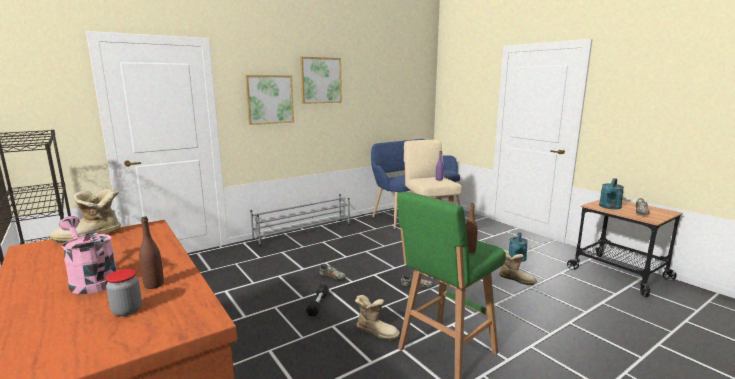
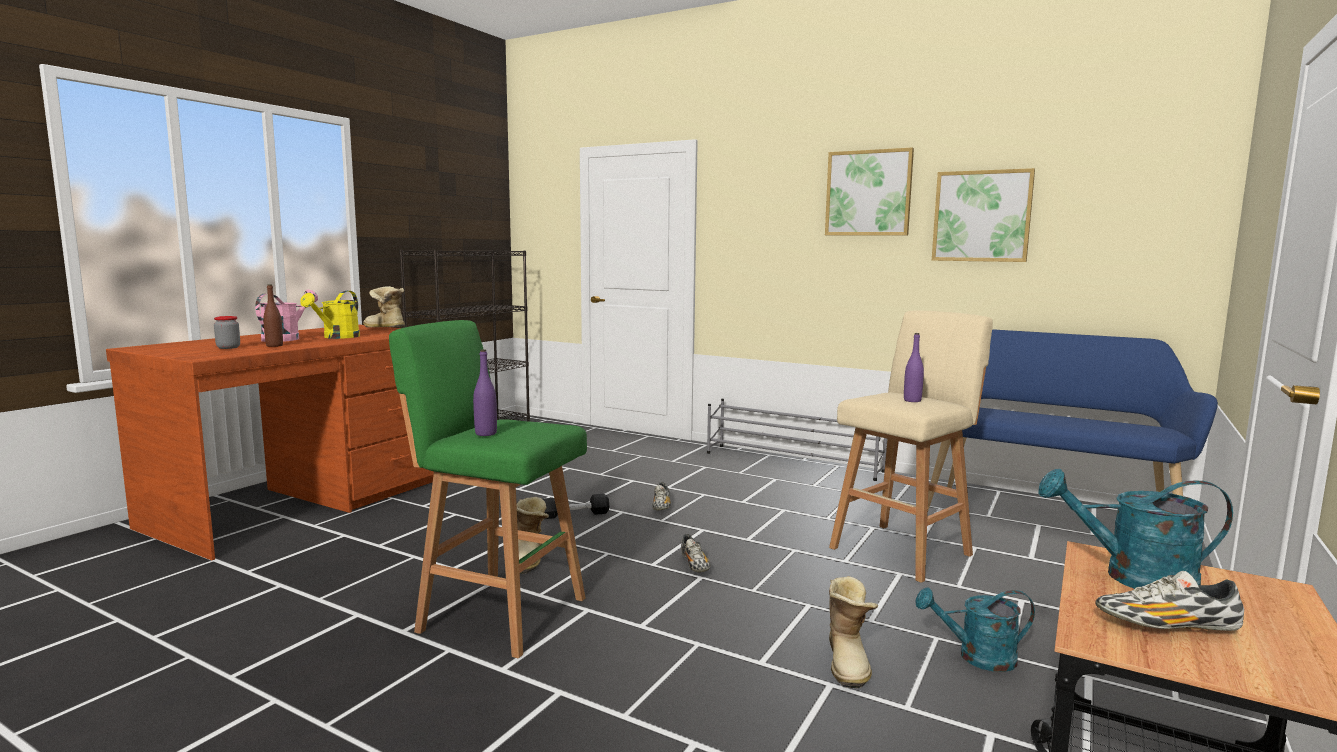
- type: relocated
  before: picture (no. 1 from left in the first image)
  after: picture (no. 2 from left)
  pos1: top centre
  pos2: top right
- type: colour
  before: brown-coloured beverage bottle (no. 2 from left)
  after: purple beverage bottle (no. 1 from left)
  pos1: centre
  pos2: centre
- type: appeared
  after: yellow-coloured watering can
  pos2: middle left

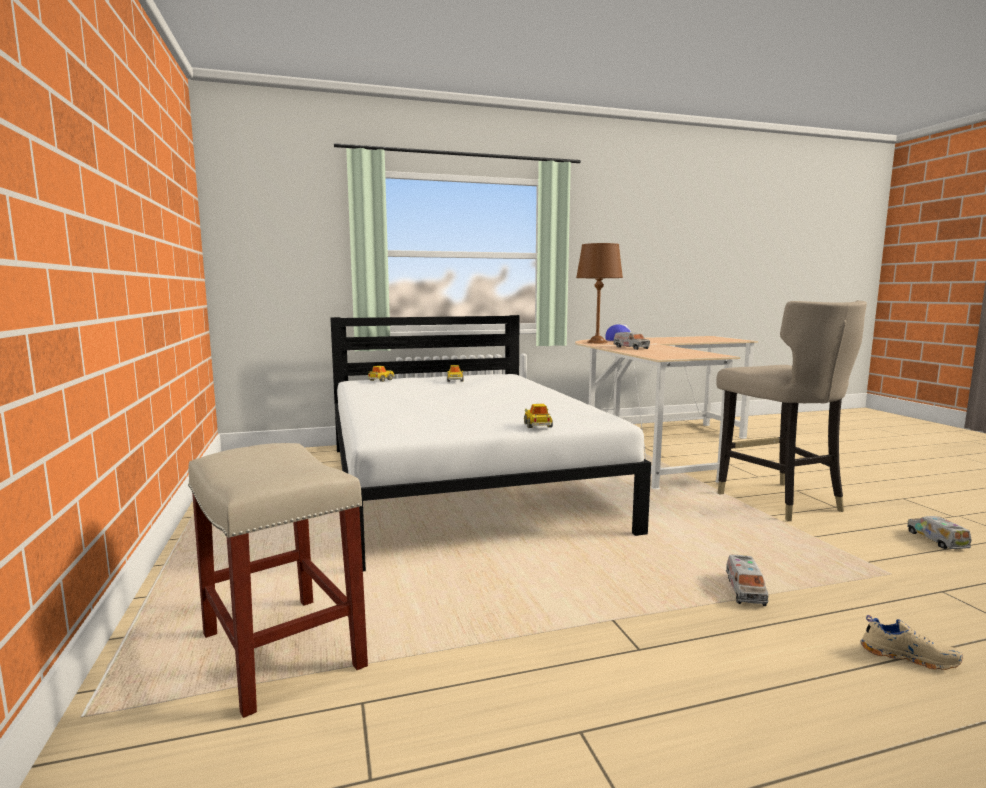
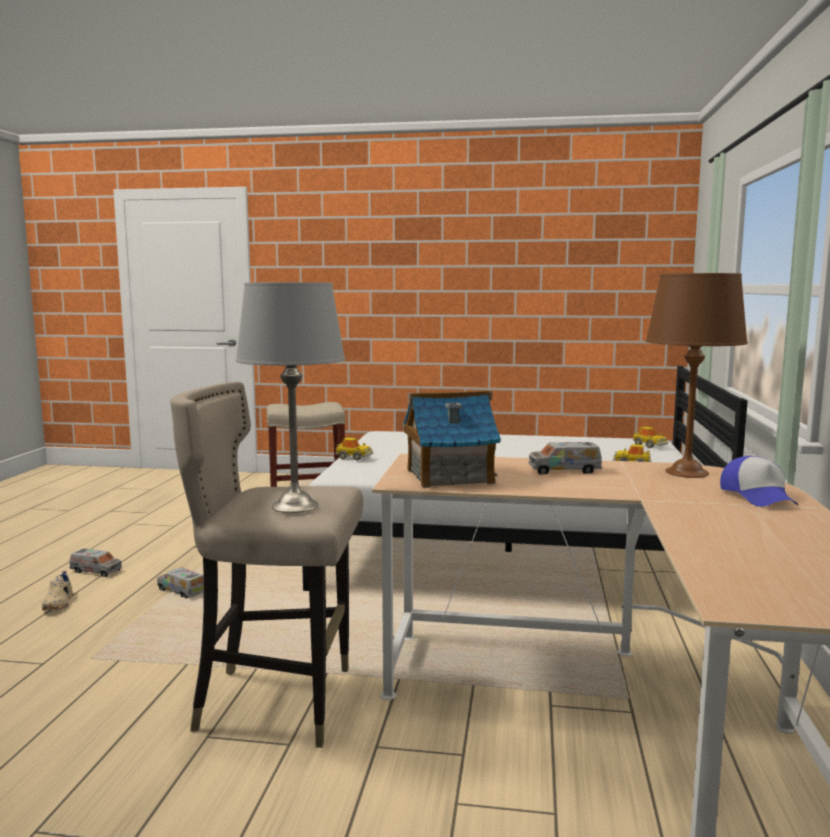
- type: relocated
  before: toy truck (no. 3 from left in the first image)
  after: toy truck (no. 1 from left)
  pos1: bottom right
  pos2: bottom left
- type: spun
  before: beige-coloured low shoe
  pos1: bottom right
  pos2: bottom left
  turn: -60
- type: appeared
  after: gray table lamp
  pos2: centre
- type: appeared
  after: model house
  pos2: centre

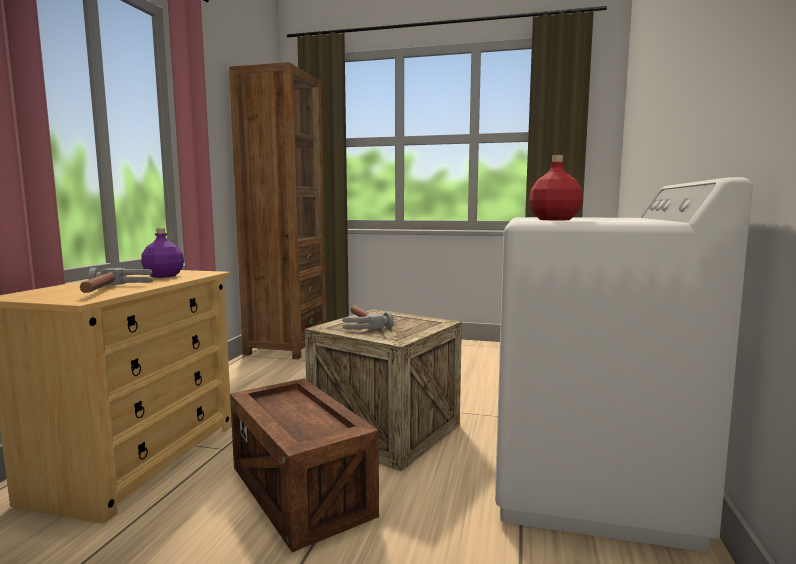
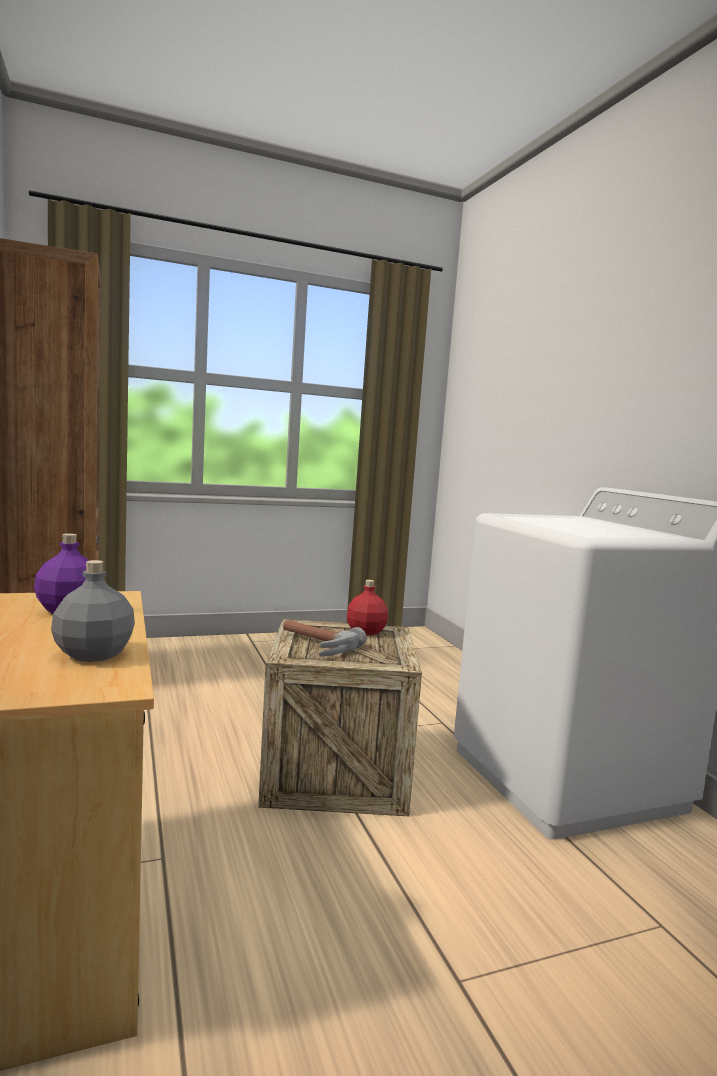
- type: relocated
  before: red beverage bottle
  pos1: top right
  pos2: centre
- type: exchanged
  before: hammer (no. 1 from left)
  after: gray beverage bottle
  pos1: middle left
  pos2: middle left
- type: missing
  before: packing crate (no. 1 from left)
  pos1: bottom centre

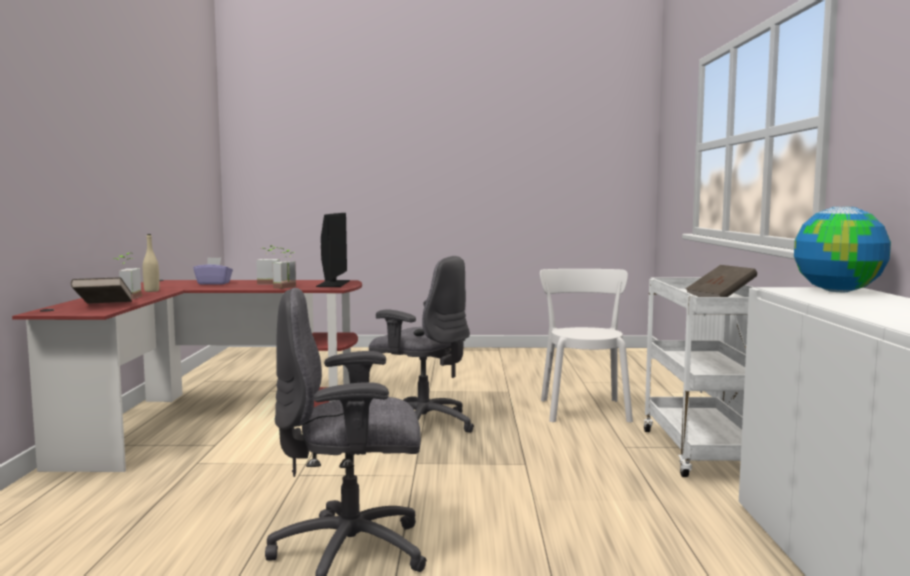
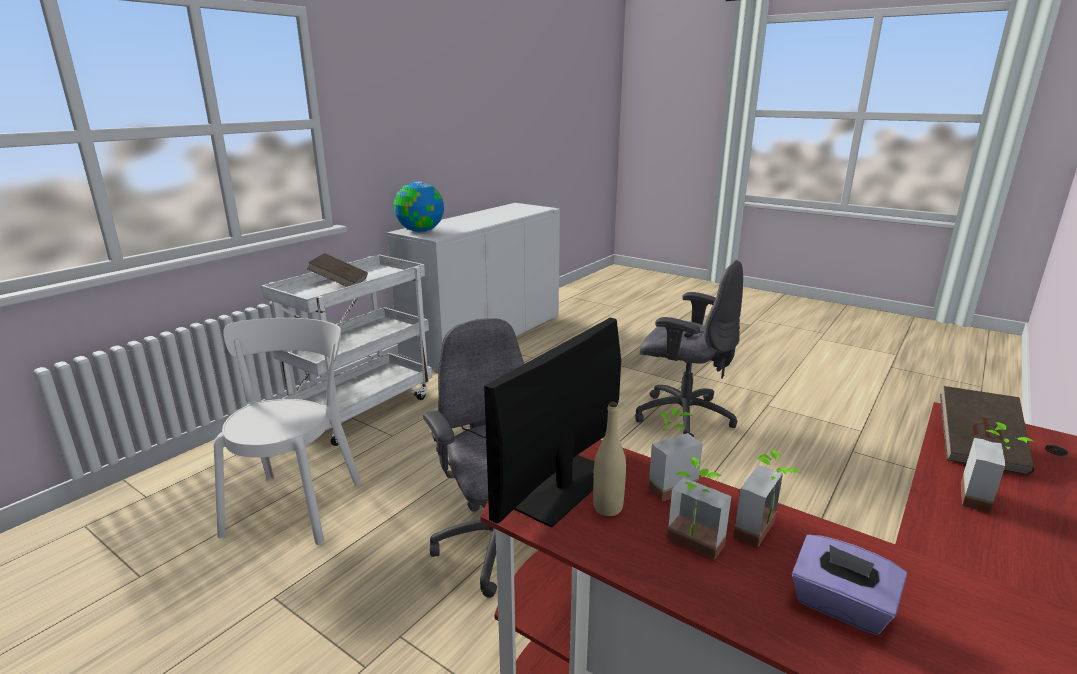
- type: relocated
  before: beige-coloured beverage bottle
  pos1: middle left
  pos2: bottom centre
- type: spun
  before: whitish plain chair
  pos1: centre
  pos2: middle left
  turn: 150
- type: appeared
  after: plant in a pot (no. 3 from left)
  pos2: bottom right

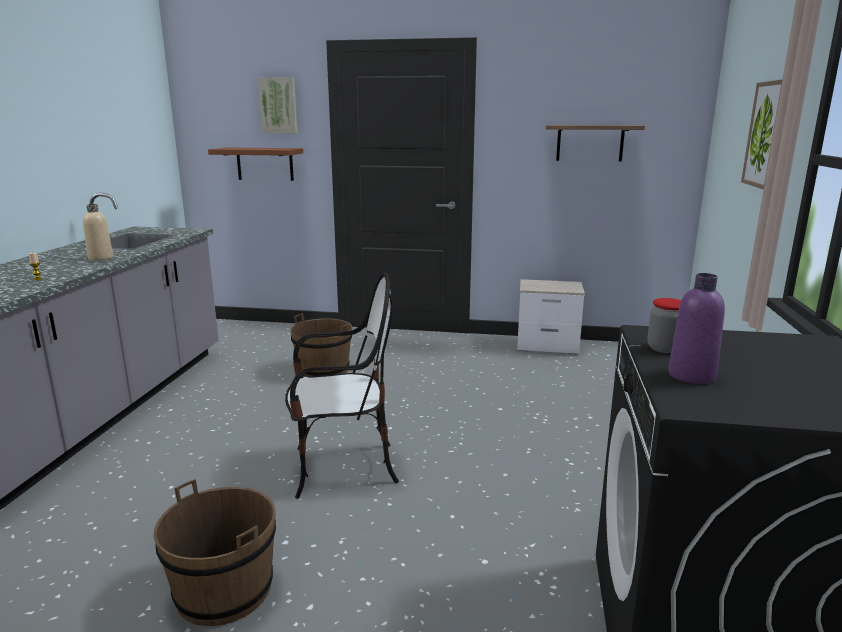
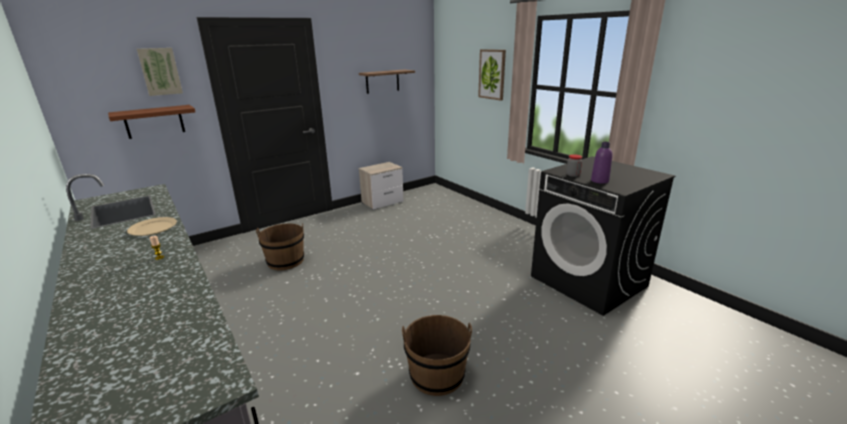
- type: exchanged
  before: beige-coloured beverage bottle
  after: beige-coloured dinner plate
  pos1: middle left
  pos2: middle left
- type: missing
  before: plain chair
  pos1: centre

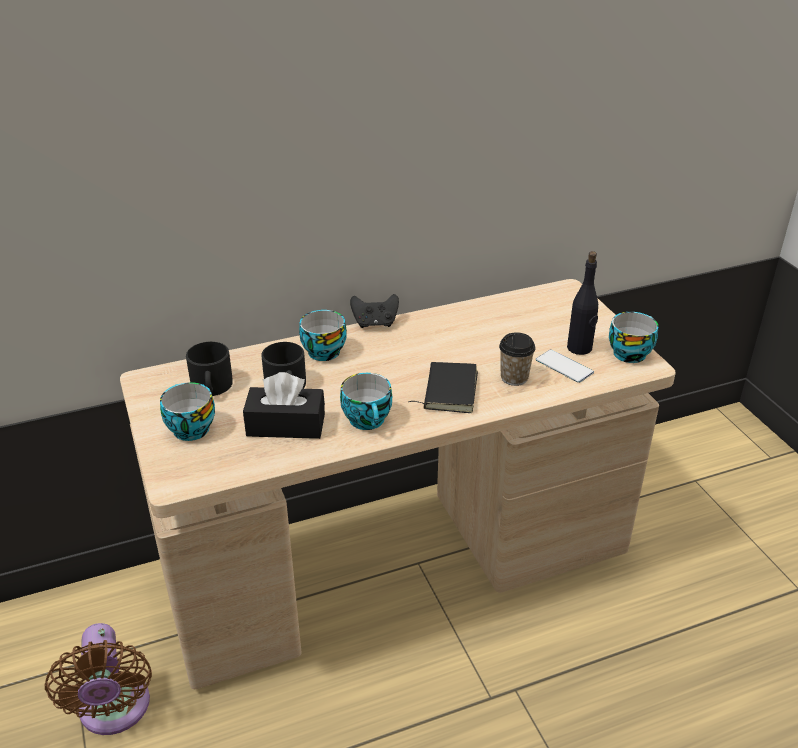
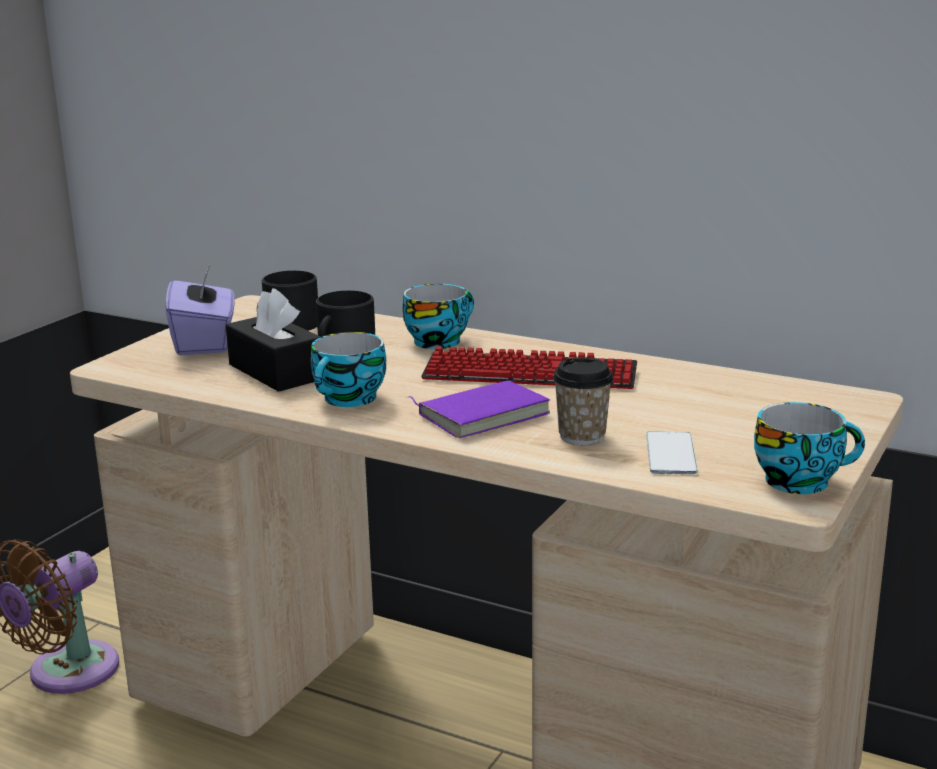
- type: missing
  before: blackish beverage bottle
  pos1: middle right
- type: missing
  before: blackish joypad
  pos1: centre
- type: colour
  before: blackish book
  after: purple book
  pos1: centre
  pos2: centre
- type: exchanged
  before: cup (no. 1 from left)
  after: purple tissue box
  pos1: middle left
  pos2: middle left
- type: appeared
  after: PC keyboard
  pos2: centre

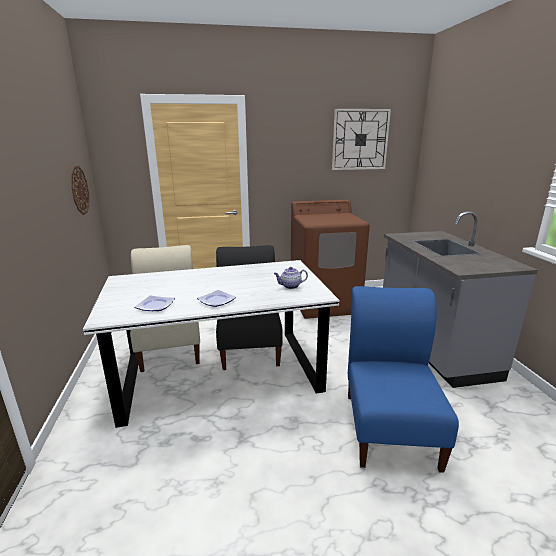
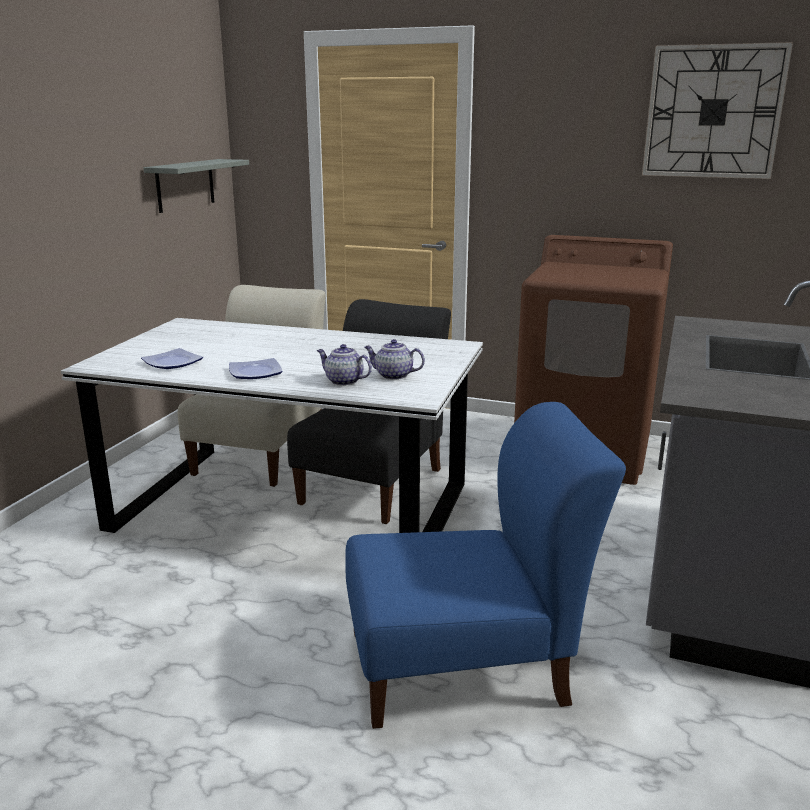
- type: exchanged
  before: clock on the wall (no. 1 from left)
  after: gray wall shelf
  pos1: middle left
  pos2: top left
- type: spun
  before: blue-coloured plain chair
  pos1: bottom right
  pos2: bottom centre
  turn: 45
- type: appeared
  after: pot for tea (no. 1 from left)
  pos2: centre

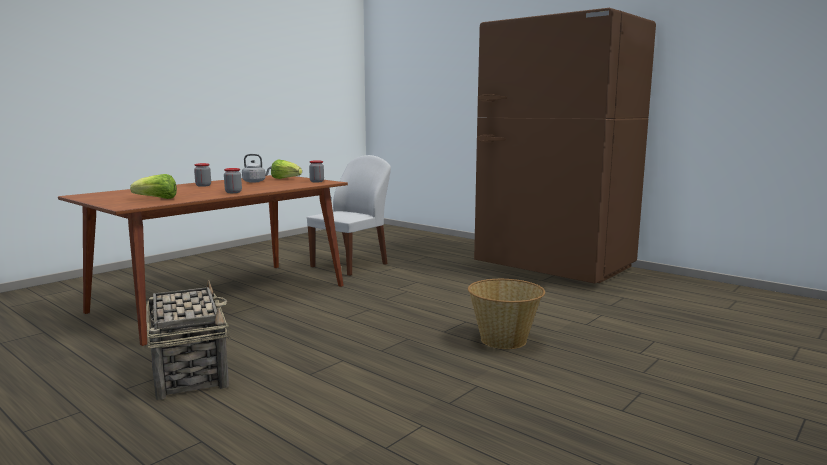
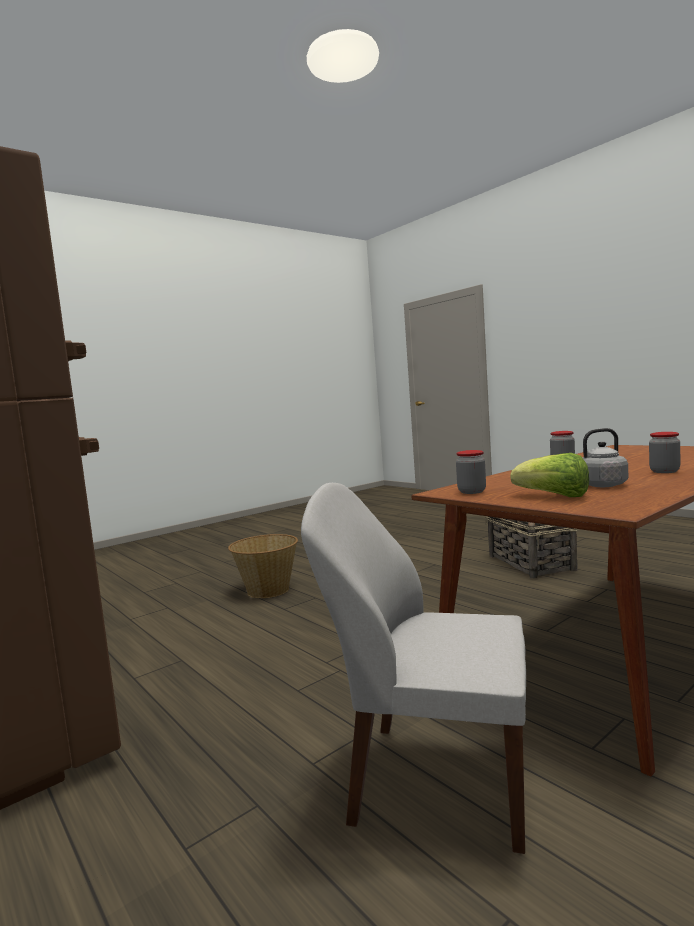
- type: spun
  before: whitish plain chair
  pos1: centre
  pos2: bottom centre
  turn: 60
- type: missing
  before: lettuce (no. 1 from left)
  pos1: middle left

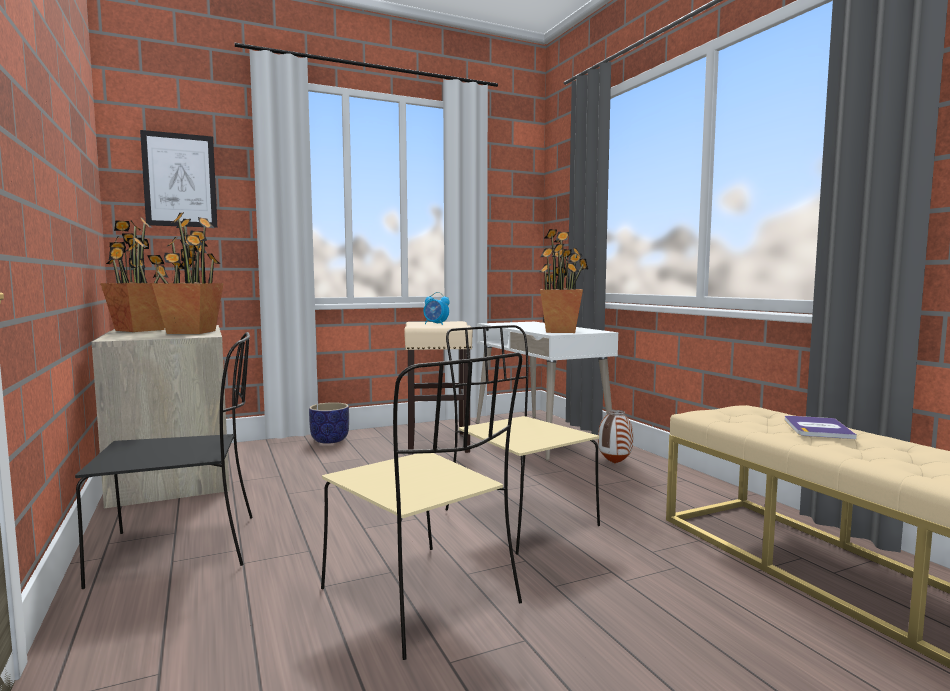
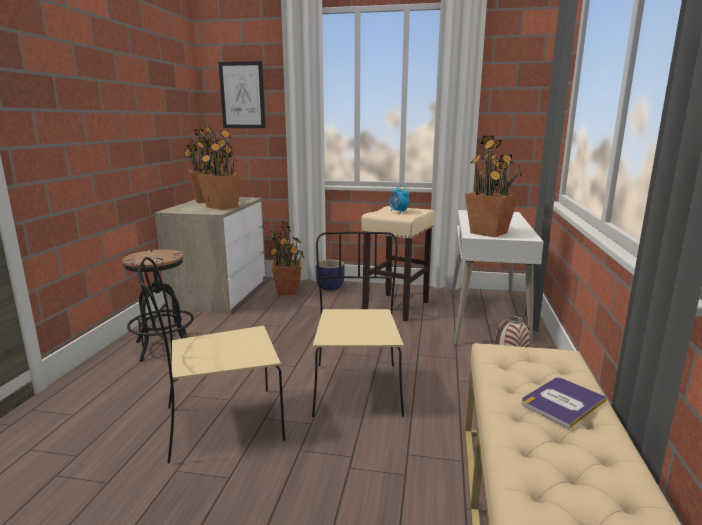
- type: exchanged
  before: blackish plain chair
  after: blackish sitting stool
  pos1: middle left
  pos2: middle left
- type: spun
  before: beige-coloured plain chair (no. 1 from left)
  pos1: bottom centre
  pos2: bottom left
  turn: 75
- type: appeared
  after: plant in a pot (no. 3 from left)
  pos2: centre

